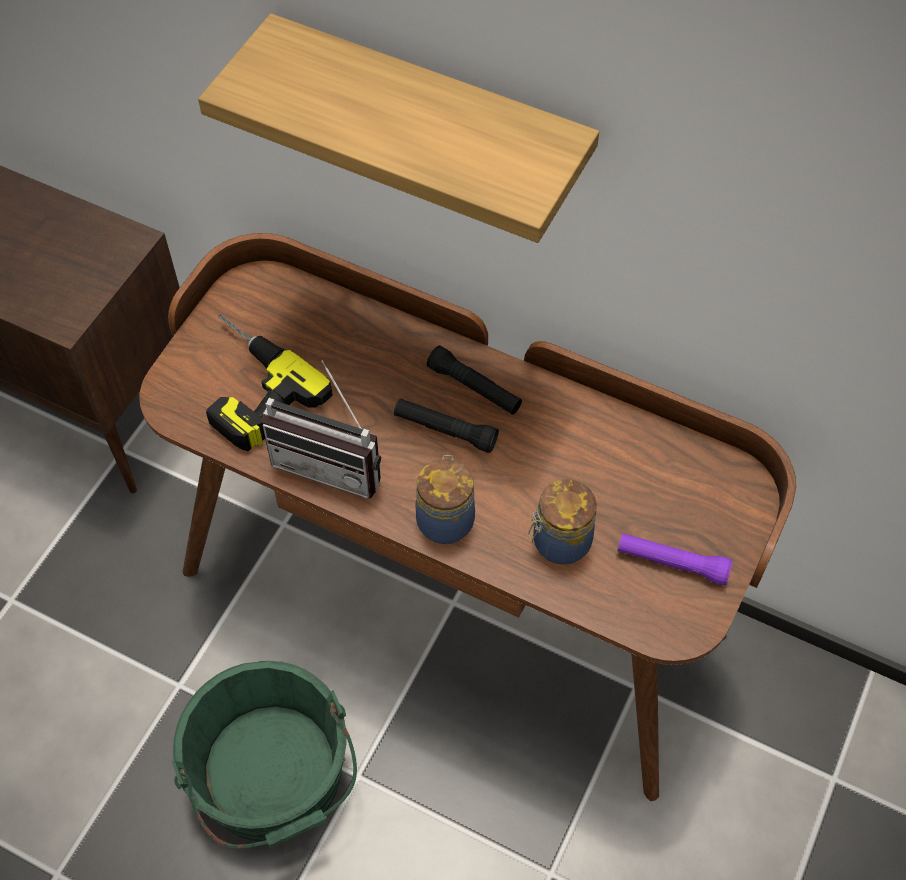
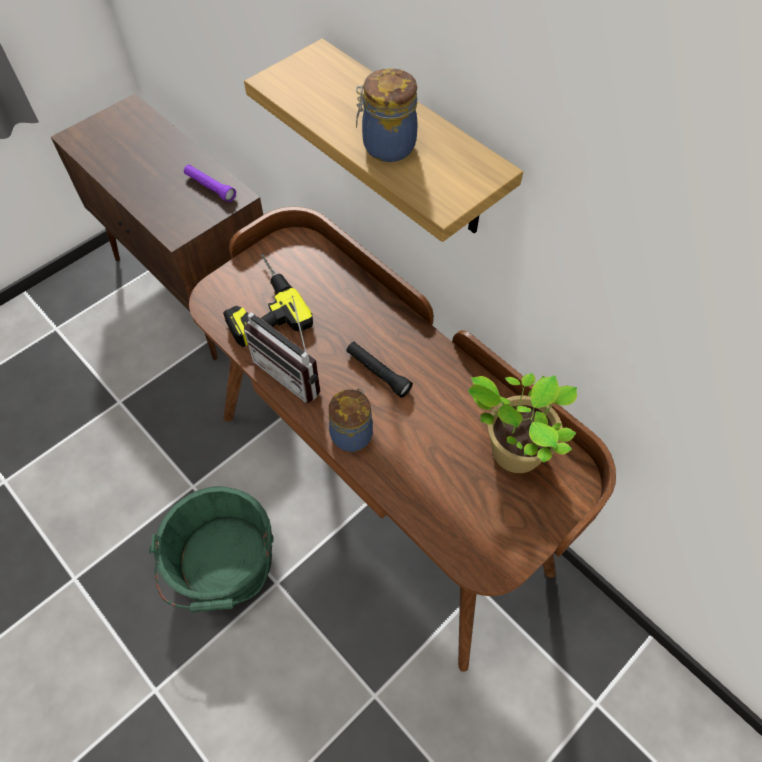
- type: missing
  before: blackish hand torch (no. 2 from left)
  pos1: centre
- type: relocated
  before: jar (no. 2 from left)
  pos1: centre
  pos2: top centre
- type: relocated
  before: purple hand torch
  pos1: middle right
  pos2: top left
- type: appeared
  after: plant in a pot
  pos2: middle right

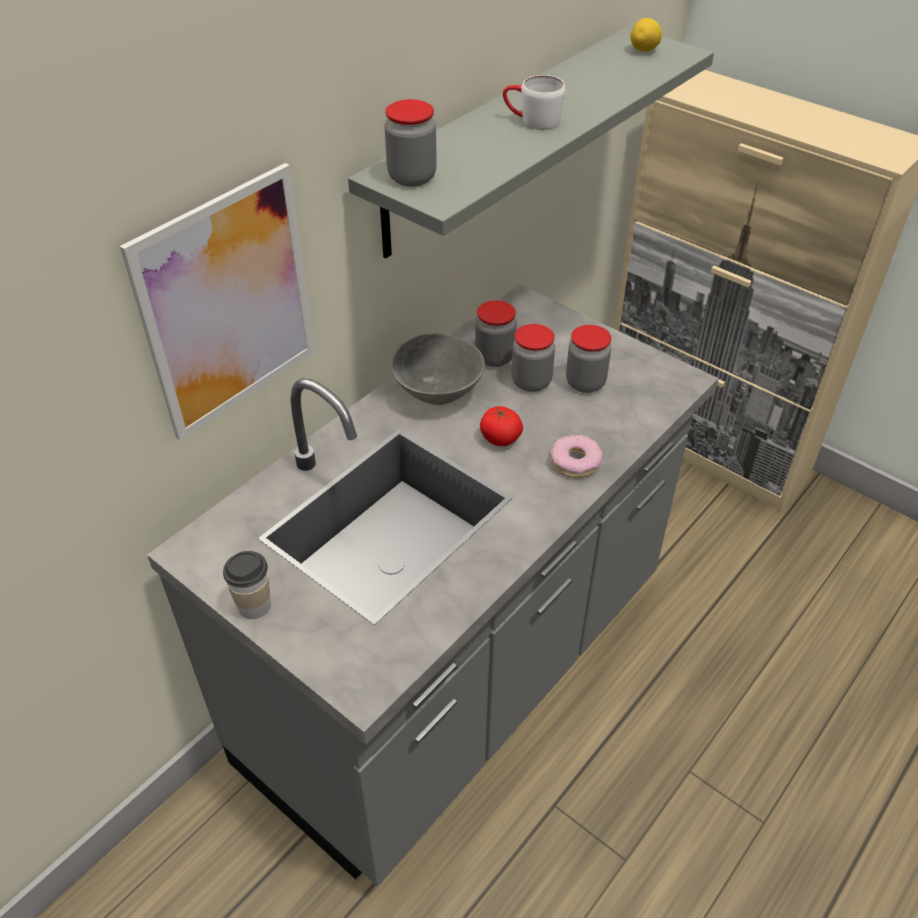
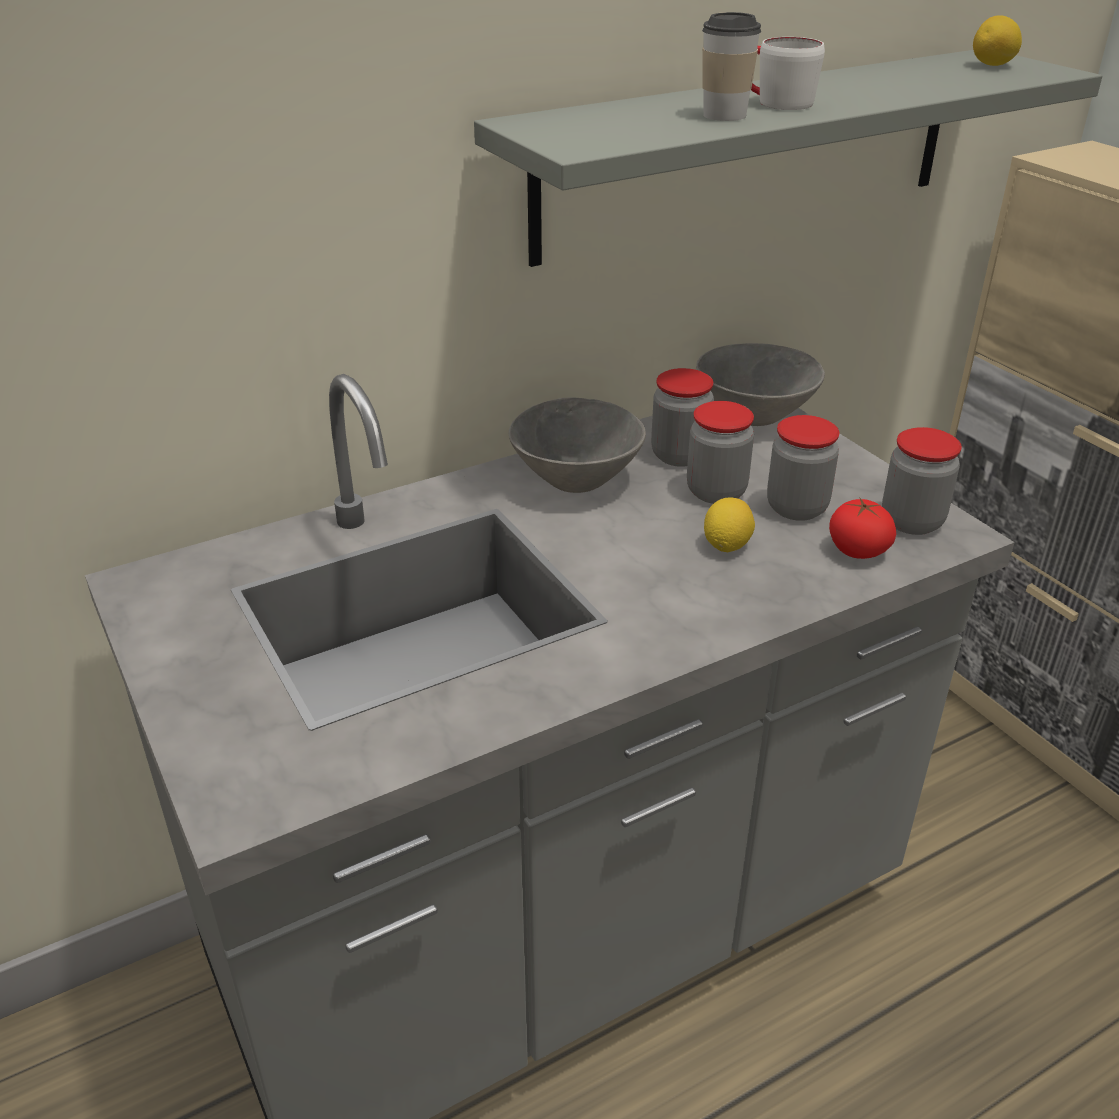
- type: relocated
  before: jar (no. 1 from left in the first image)
  after: jar (no. 4 from left)
  pos1: top centre
  pos2: middle right
- type: missing
  before: picture
  pos1: top left
- type: relocated
  before: fresh tomato
  pos1: centre
  pos2: middle right
- type: missing
  before: donut
  pos1: centre
- type: relocated
  before: cup
  pos1: middle left
  pos2: top centre
- type: appeared
  after: gray deep dish (no. 2 from left)
  pos2: middle right
- type: appeared
  after: citrus fruit (no. 1 from left)
  pos2: centre

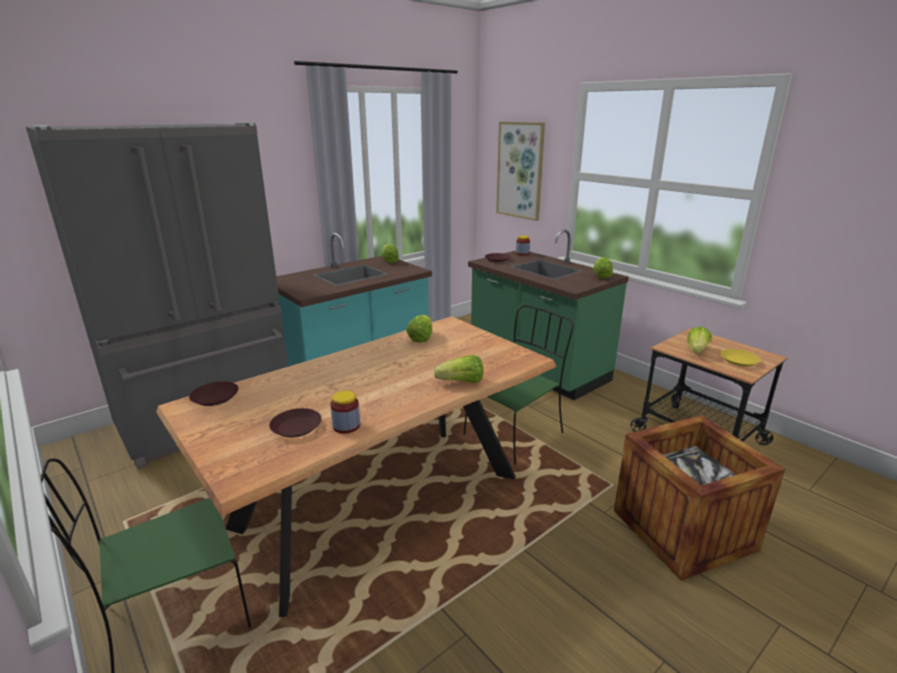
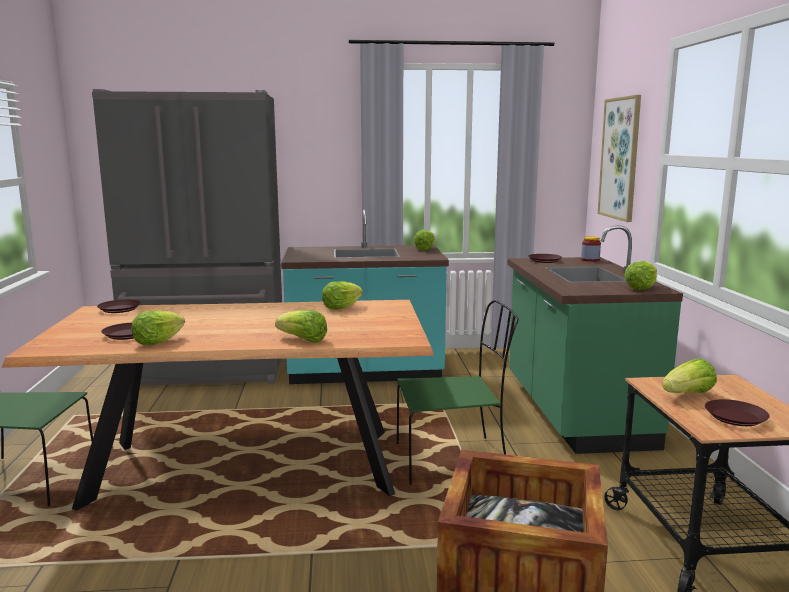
- type: colour
  before: yellow-coloured dinner plate
  after: brown-coloured dinner plate (no. 4 from left)
  pos1: middle right
  pos2: bottom right
- type: exchanged
  before: jar (no. 1 from left)
  after: lettuce (no. 1 from left)
  pos1: centre
  pos2: middle left

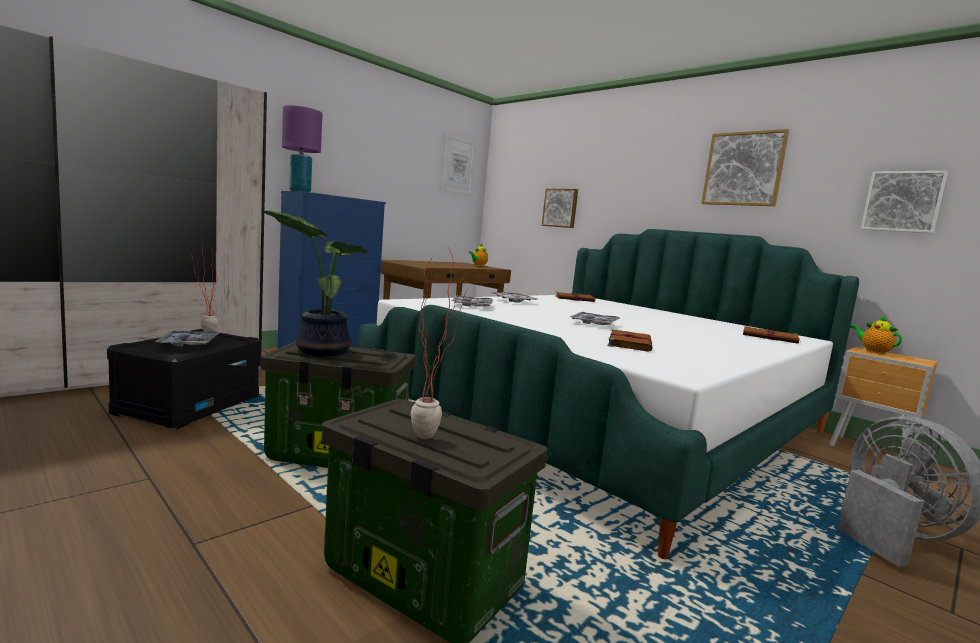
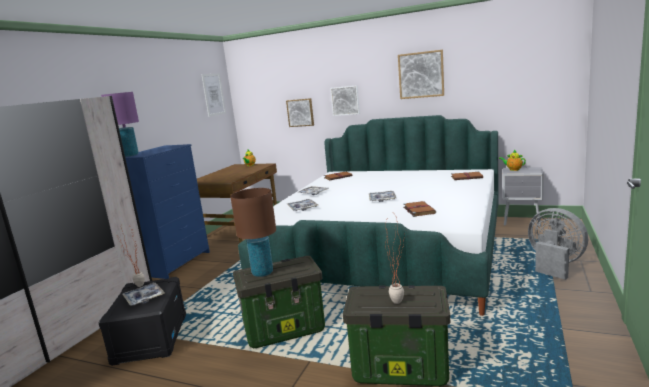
- type: relocated
  before: picture (no. 4 from left in the first image)
  after: picture (no. 3 from left)
  pos1: top right
  pos2: top centre
- type: exchanged
  before: plant in a pot (no. 2 from left)
  after: brown-coloured table lamp
  pos1: middle left
  pos2: centre
- type: colour
  before: brown-coloured nightstand
  after: gray nightstand
  pos1: middle right
  pos2: middle right

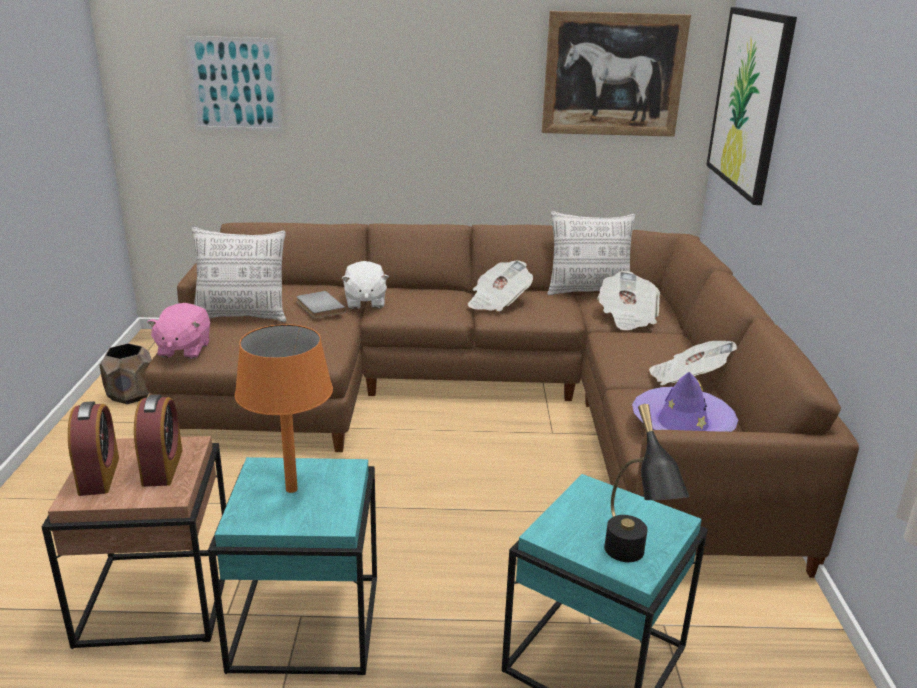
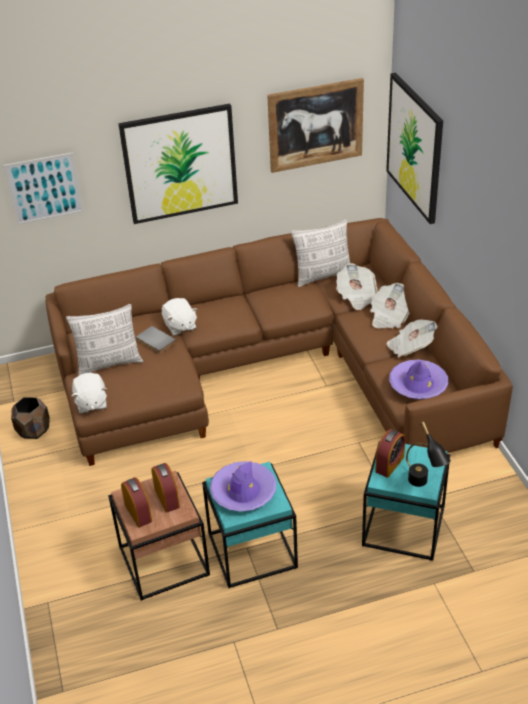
- type: relocated
  before: daily paper (no. 1 from left in the first image)
  after: daily paper (no. 2 from left)
  pos1: centre
  pos2: middle right
- type: colour
  before: pinkish soft toy
  after: whitish soft toy (no. 1 from left)
  pos1: middle left
  pos2: middle left
- type: exchanged
  before: orange table lamp
  after: purple hat (no. 1 from left)
  pos1: middle left
  pos2: bottom centre
- type: appeared
  after: picture (no. 2 from left)
  pos2: top centre
- type: appeared
  after: bedside clock (no. 3 from left)
  pos2: middle right

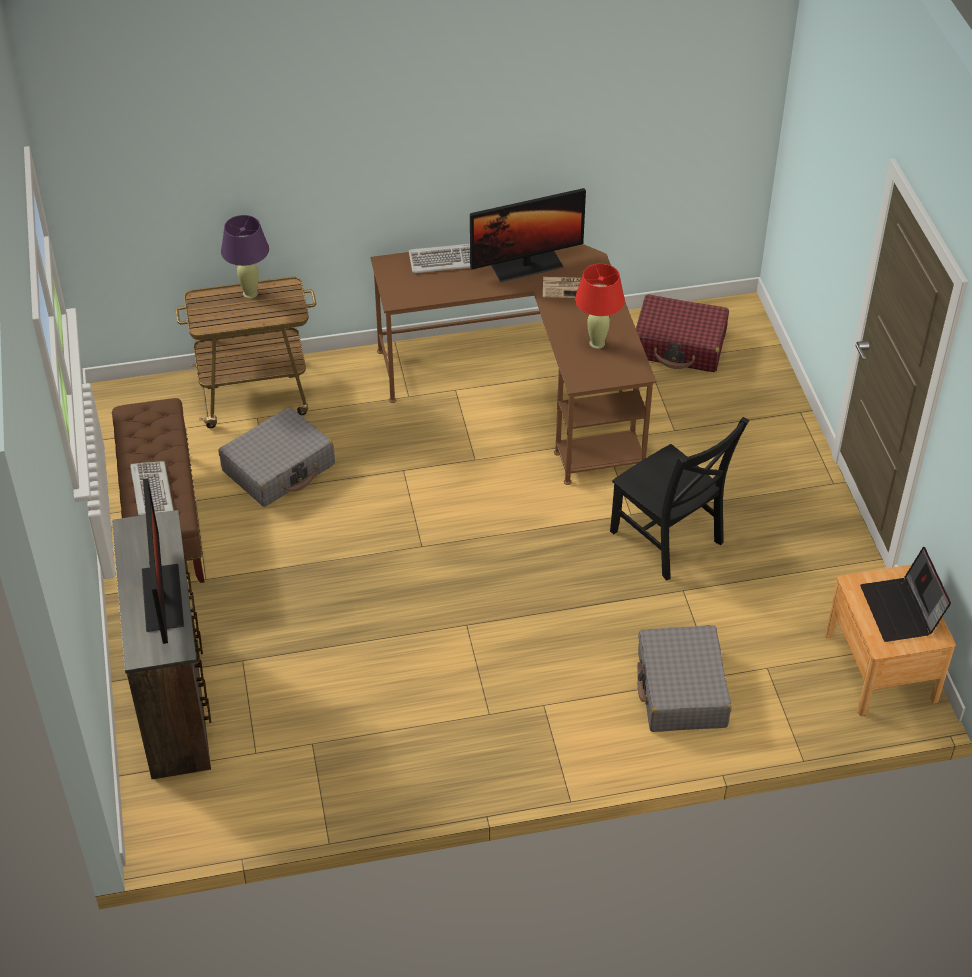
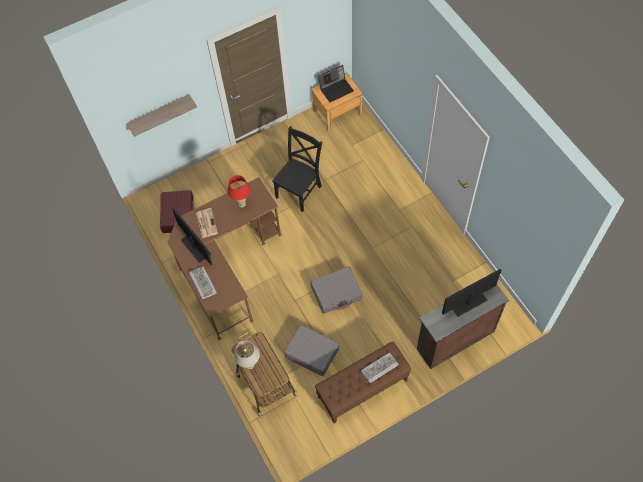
- type: colour
  before: purple table lamp
  after: beige-coloured table lamp
  pos1: top left
  pos2: bottom centre
- type: relocated
  before: gray suitcase (no. 2 from left)
  pos1: bottom right
  pos2: centre
- type: appeared
  after: wall shelf
  pos2: top left

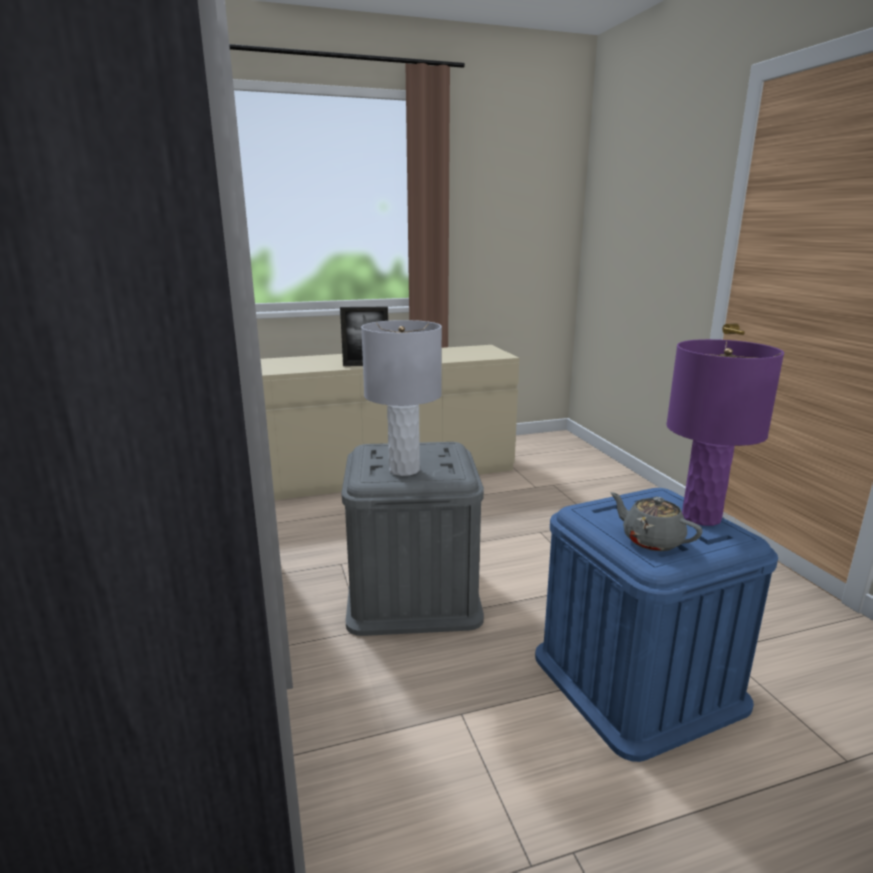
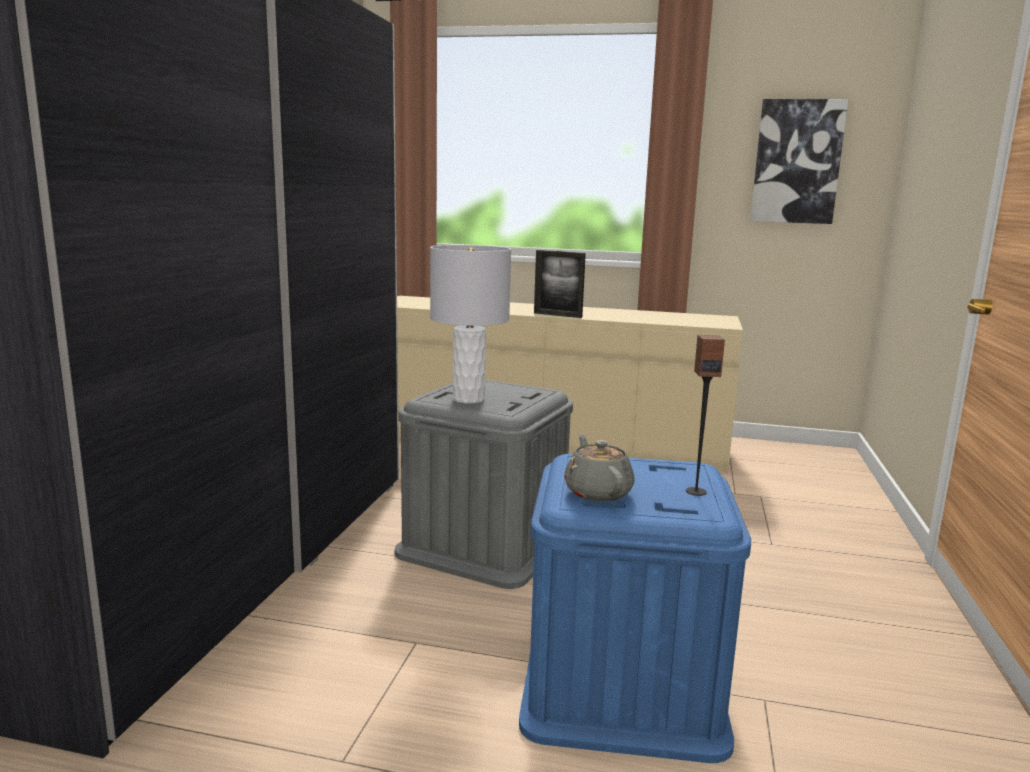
- type: exchanged
  before: purple table lamp
  after: audio speaker
  pos1: middle right
  pos2: middle right
- type: appeared
  after: picture
  pos2: top right

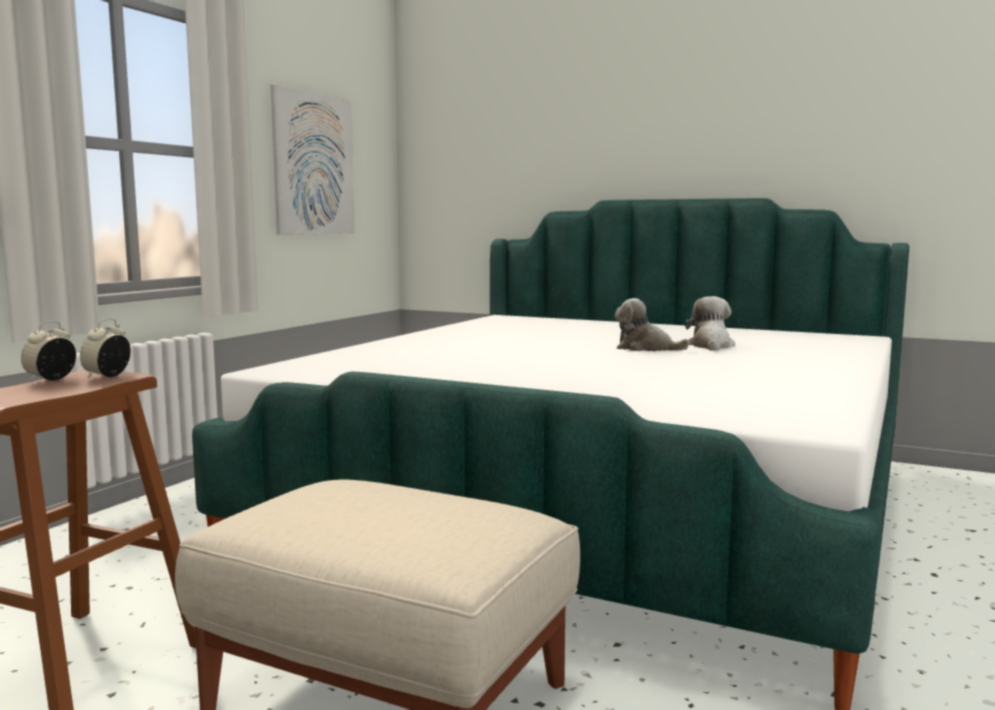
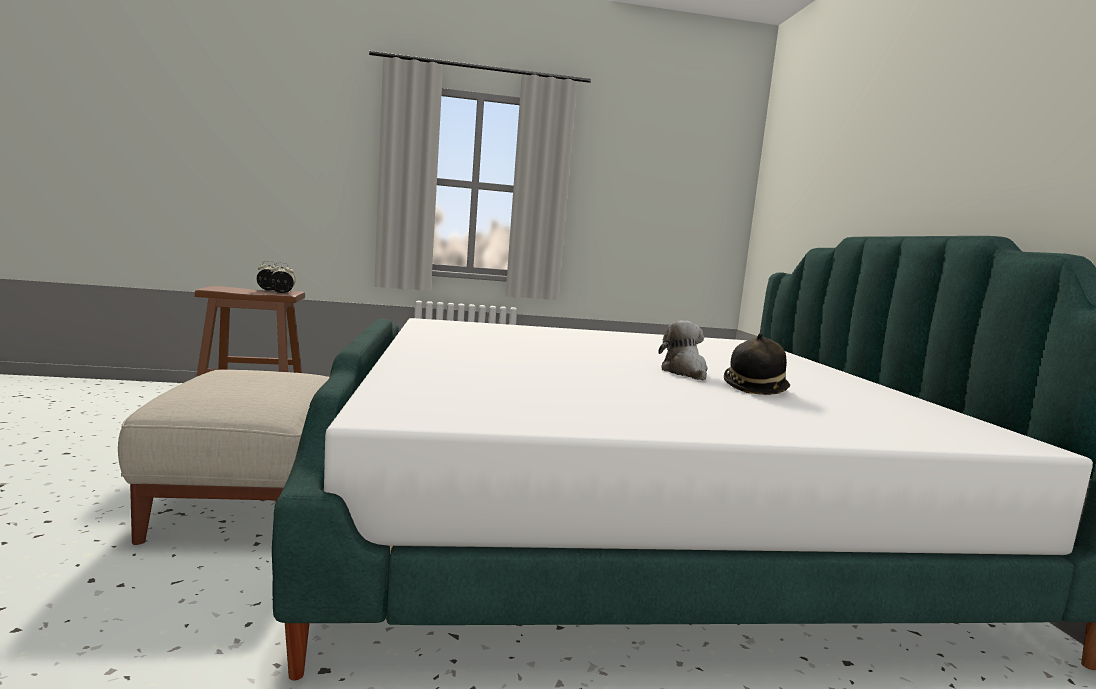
- type: missing
  before: picture
  pos1: top left
- type: exchanged
  before: soft toy (no. 2 from left)
  after: hat
  pos1: middle right
  pos2: middle right

